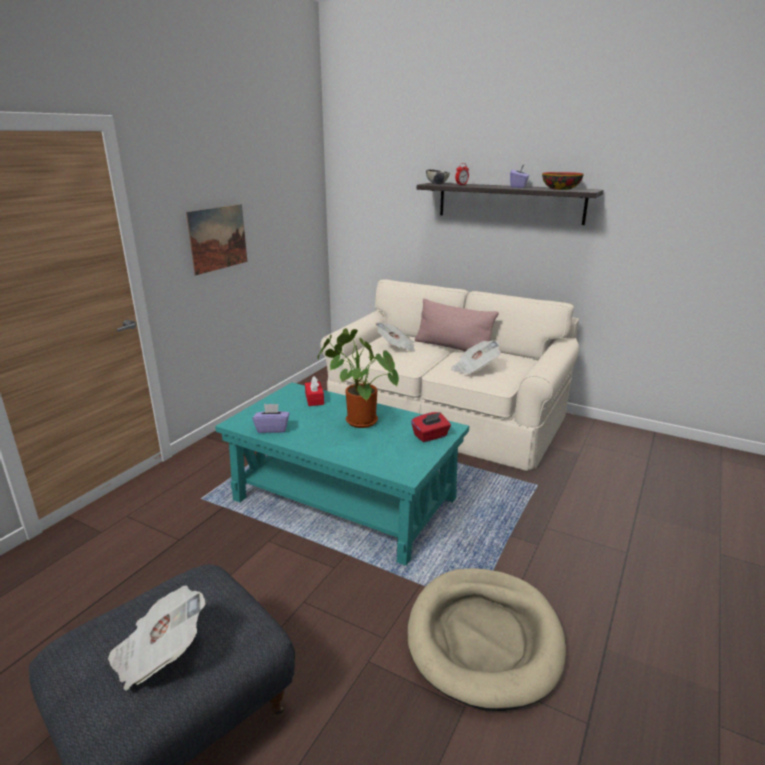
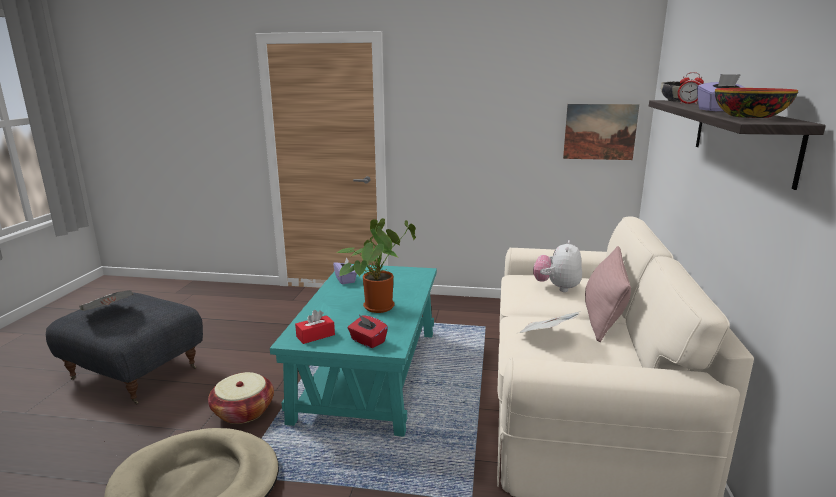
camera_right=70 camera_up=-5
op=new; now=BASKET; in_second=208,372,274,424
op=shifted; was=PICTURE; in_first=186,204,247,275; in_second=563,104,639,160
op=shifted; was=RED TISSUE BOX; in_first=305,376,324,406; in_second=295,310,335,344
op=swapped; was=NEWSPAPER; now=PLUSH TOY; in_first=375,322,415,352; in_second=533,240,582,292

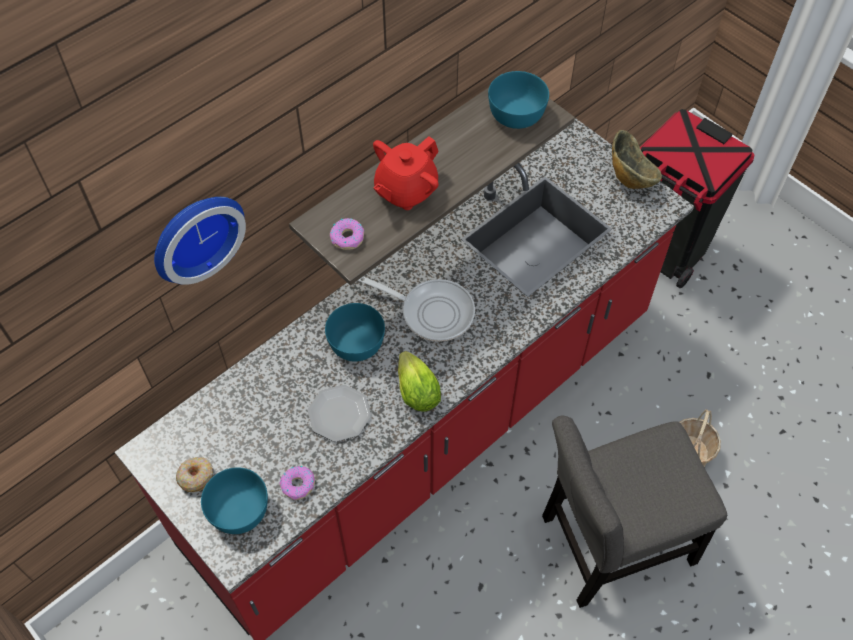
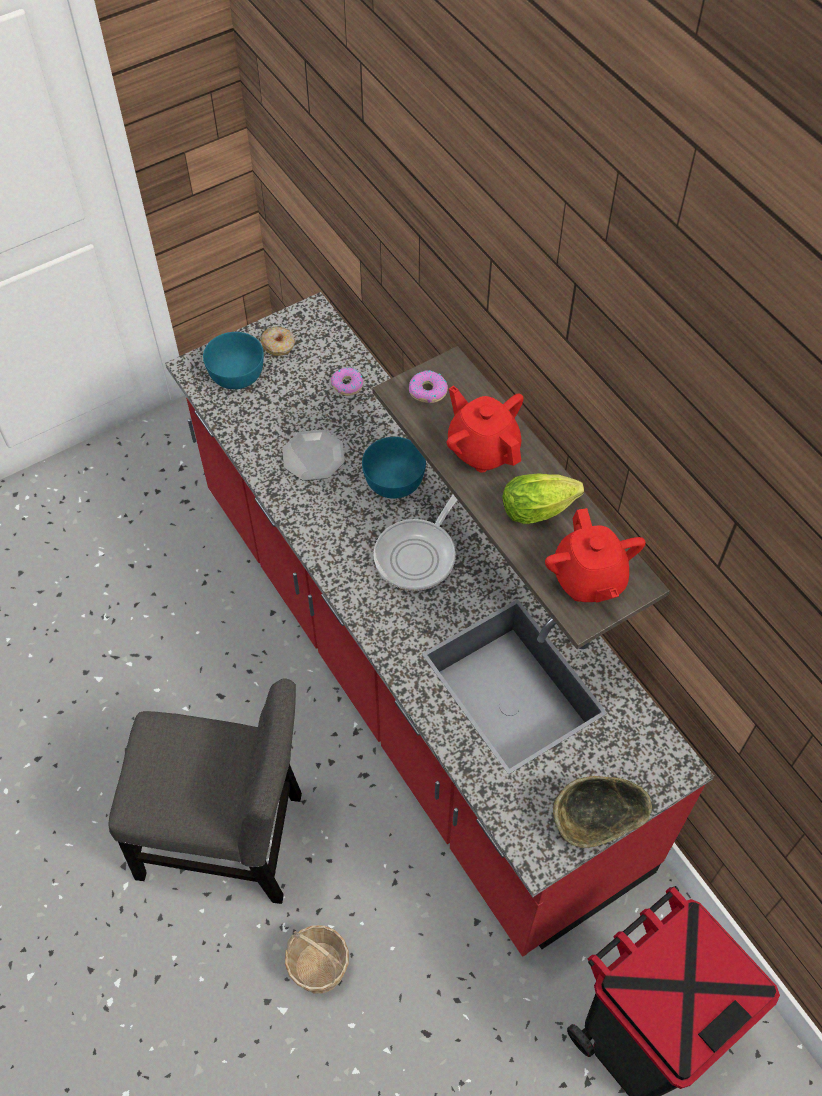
camera_right=100 camera_up=0
op=gone; was=WALL CLOCK; in_first=154,197,246,285
op=shifted; was=DONUT; in_first=279,466,315,500; in_second=331,367,363,396
op=shifted; was=LETTUCE; in_first=398,351,441,412; in_second=503,473,584,524
op=swapped; was=TURQUOISE BOWL; now=RED TEAPOT; in_first=488,71,549,129; in_second=545,508,646,603
op=rotated; was=GREY CHAIR; in_first=542,416,727,608; in_second=108,678,302,904; clockwise=105

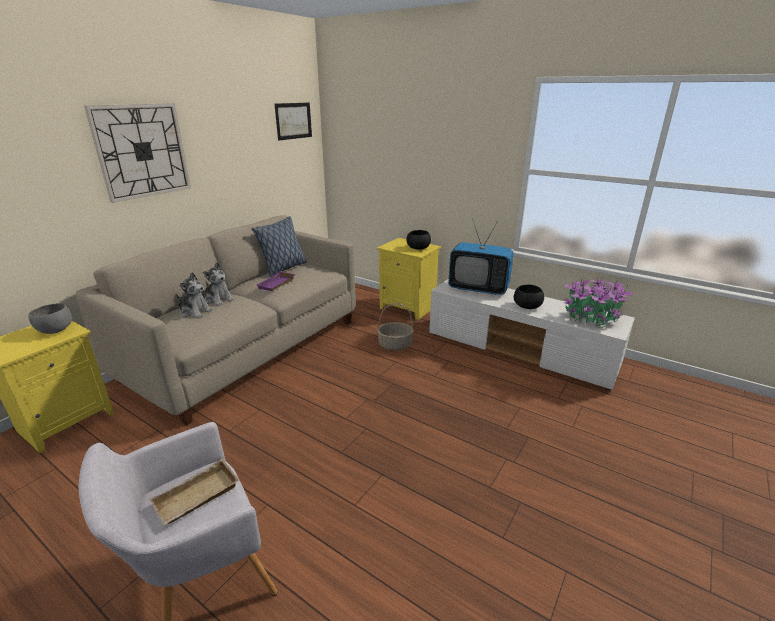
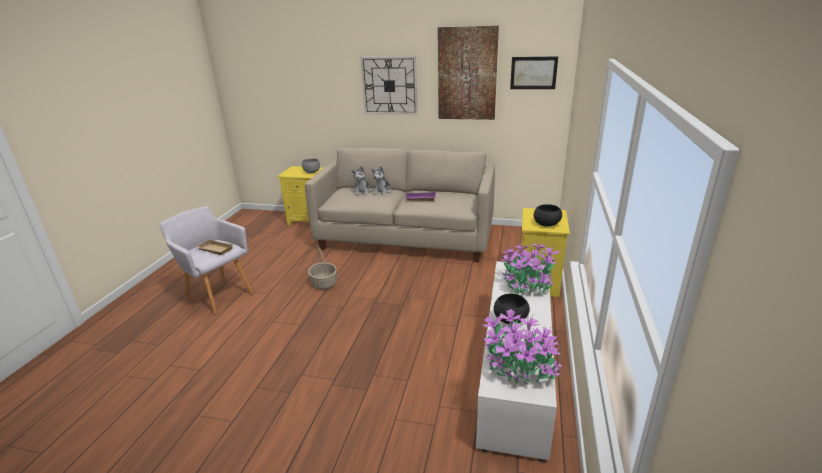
camera_right=70 camera_up=0
op=gone; was=PILLOW; in_first=251,216,307,277
op=new; now=PICTURE; in_second=438,26,499,120
op=shifted; was=BASKET; in_first=377,303,414,351; in_second=308,245,337,290
op=swapped; was=TELEVISION; now=POTTED PLANT; in_first=448,218,514,295; in_second=501,241,560,295

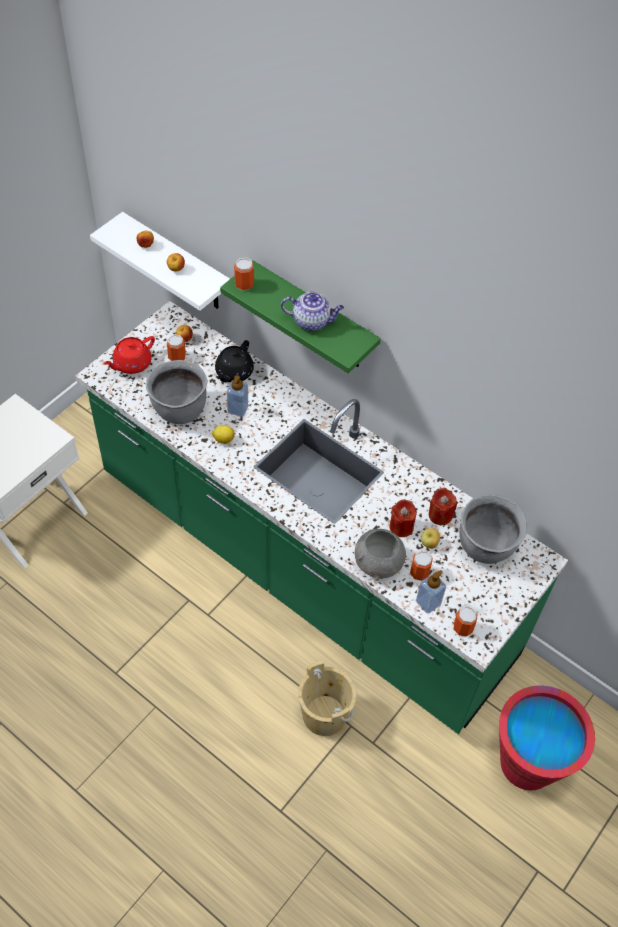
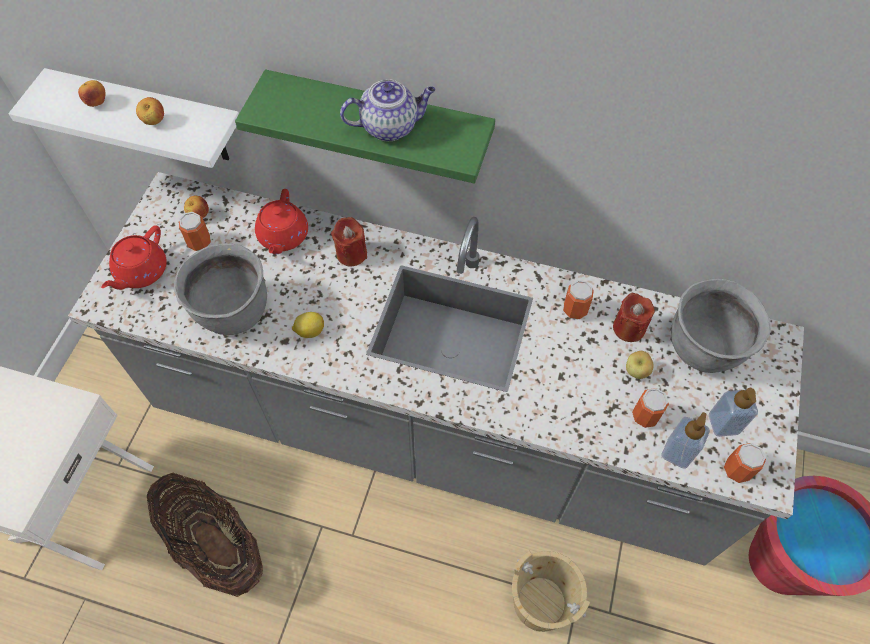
camera_right=-20 camera_up=5
op=gone; was=GREY BOWL; in_first=355,529,406,581
op=new; now=BASKET; in_second=147,473,263,597
op=shifted; was=SOAP DISPENSER; in_first=227,375,248,417; in_second=709,388,758,437
op=shifted; was=CAN; in_first=234,258,254,291; in_second=563,280,594,319
op=shifted; was=RED CANDLE; in_first=389,500,417,537; in_second=331,217,367,266
op=repainted; was=GREEN COUNTER; now=GREY COUNTER; in_first=75,301,568,734; in_second=68,172,804,566
op=repainted; was=BLACK TEAPOT; now=RED TEAPOT; in_first=215,340,254,382; in_second=255,189,308,254

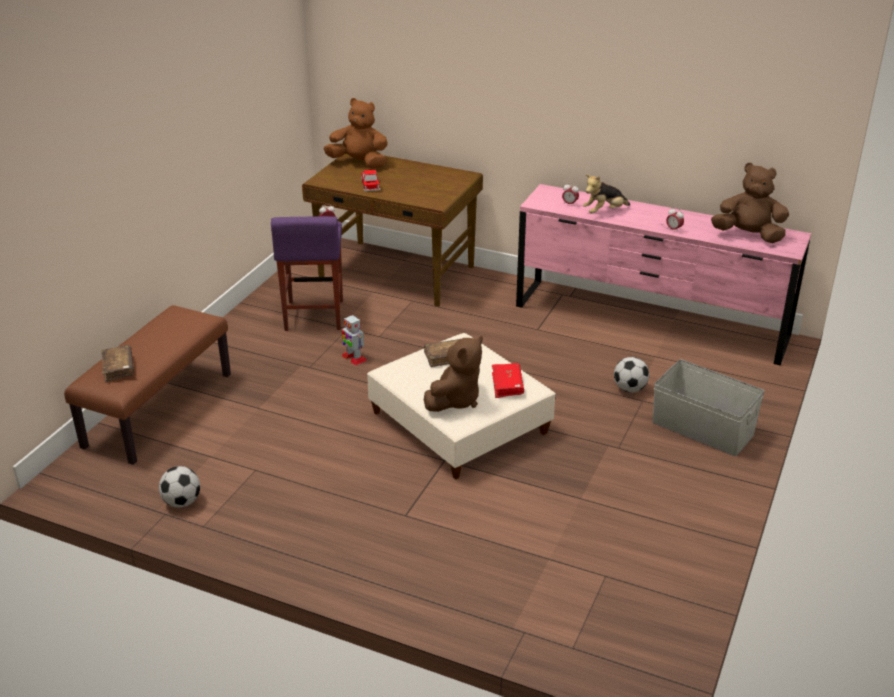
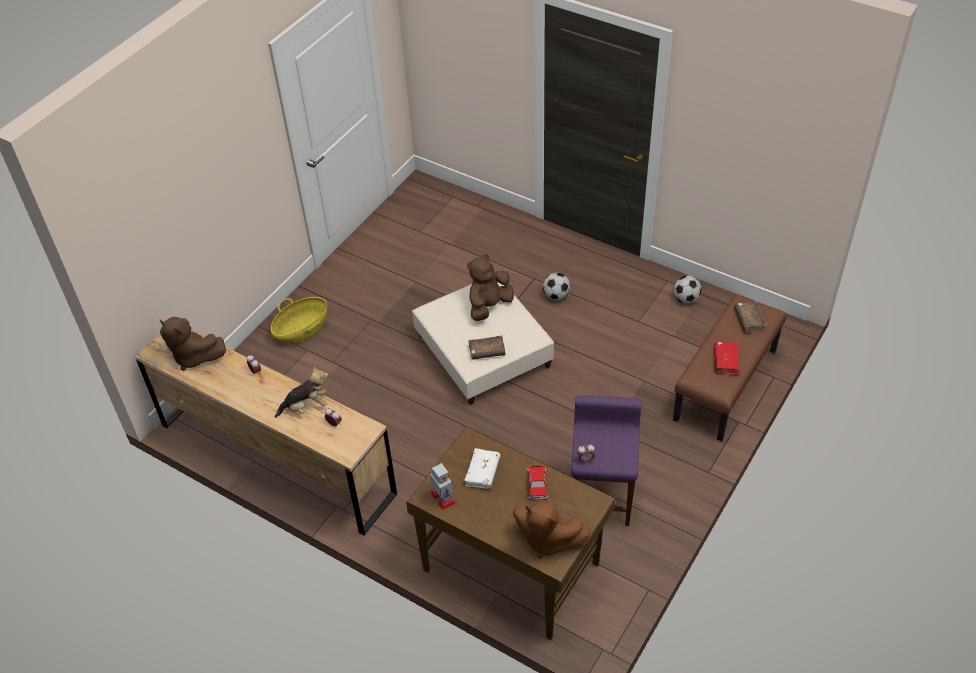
camera_right=-170 camera_up=15
op=new; now=WHITE BOOK; in_second=464,448,501,489
op=shifted; was=TOY ROBOT; in_first=341,314,367,366; in_second=430,463,456,510
op=shifted; was=RED BOOK; in_first=492,363,524,398; in_second=714,341,740,376
op=shifted; was=FOOTBALL; in_first=614,357,649,393; in_second=543,273,570,301
op=swapped; was=GREY STORAGE BOX; now=BASKET; in_first=653,359,765,456; in_second=271,297,327,344
op=repainted; was=PINK DRESSER; now=BROWN DRESSER; in_first=516,184,811,366; in_second=135,330,397,536

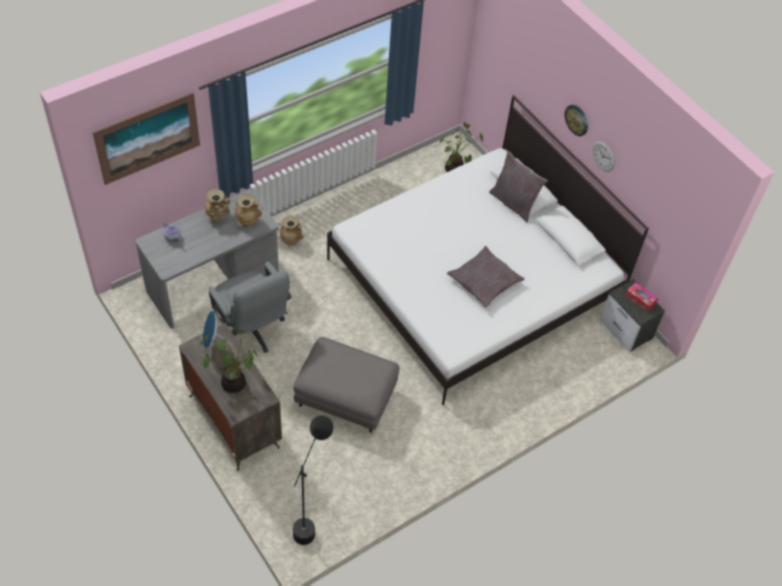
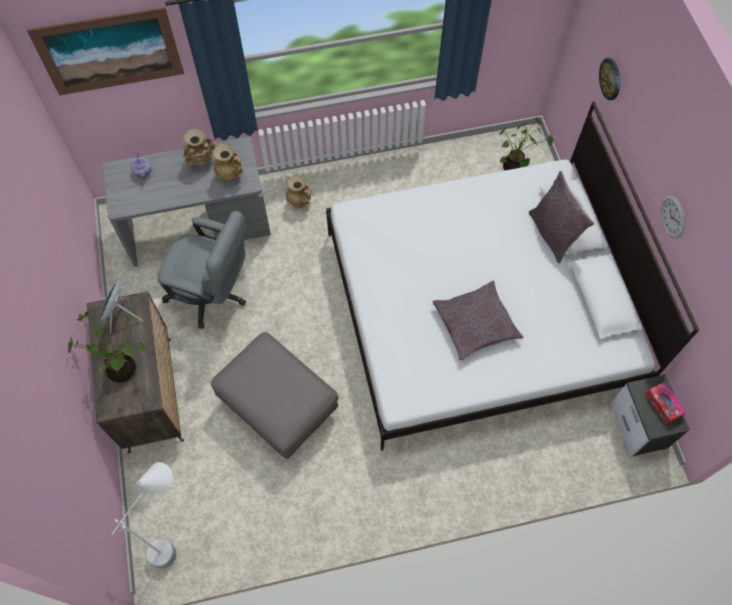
camera_right=25 camera_up=10
op=shifted; was=WALL CLOCK; in_first=564,105,588,136; in_second=599,58,620,100
op=repainted; was=BLACK FLOOR LAMP; now=WHITE FLOOR LAMP; in_first=293,416,333,545; in_second=111,462,176,569
op=rotated; was=GREY OFFICE CHAIR; in_first=209,262,292,353; in_second=157,211,247,329; clockwise=-60

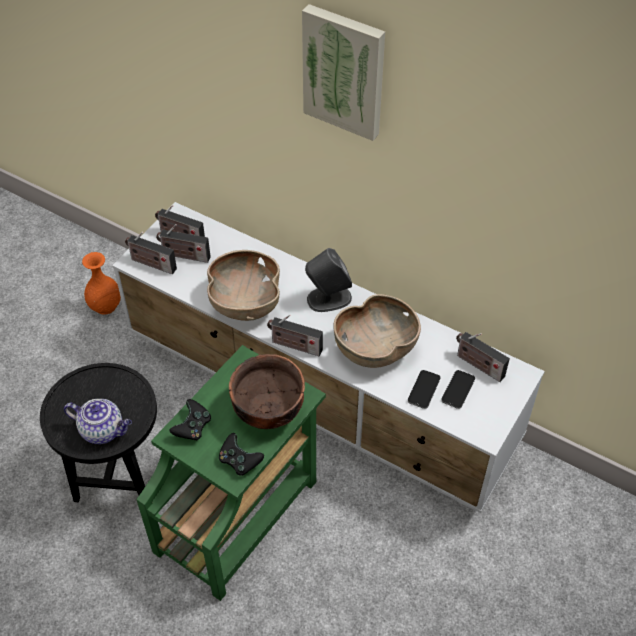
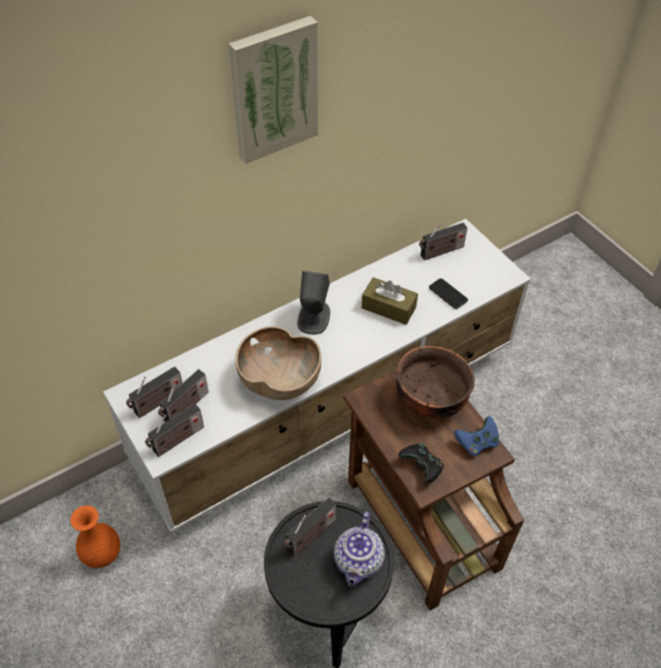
camera_right=-65 camera_up=0
op=gone; was=PHONE; in_first=441,370,475,409
op=shifted; was=RADIO; in_first=267,315,323,356; in_second=283,497,336,557
op=swapped; was=BROWN BOWL; now=BROWN TISSUE BOX; in_first=334,294,421,368; in_second=362,277,418,325
op=repainted; was=GREEN SIDE TABLE; now=BROWN SIDE TABLE; in_first=136,345,326,601; in_second=343,366,524,611
op=repainted; was=BLACK GAME CONTROLLER; now=BLUE GAME CONTROLLER; in_first=219,433,264,476; in_second=454,416,499,456
op=rotated; was=TEAPOT; in_first=64,399,132,444; in_second=334,512,385,587; clockwise=150

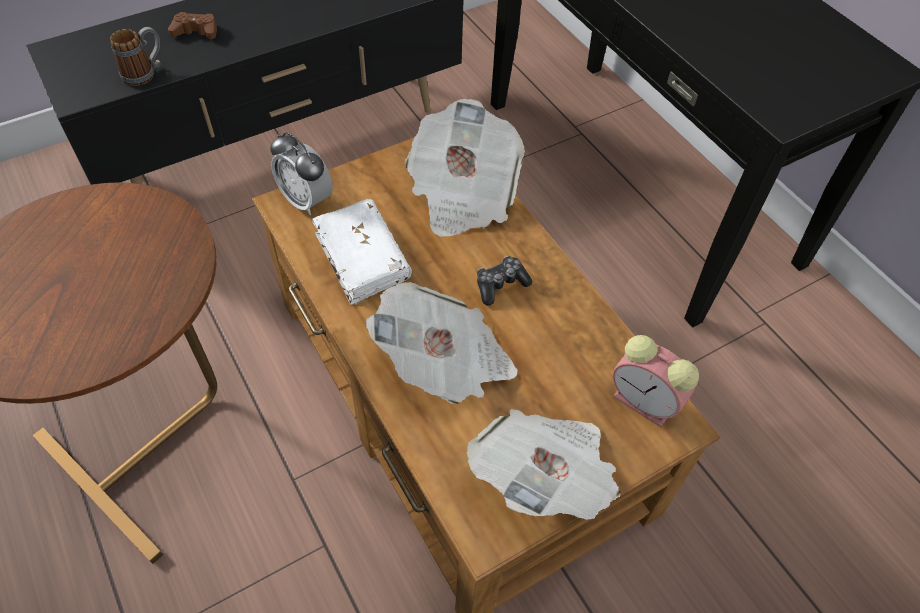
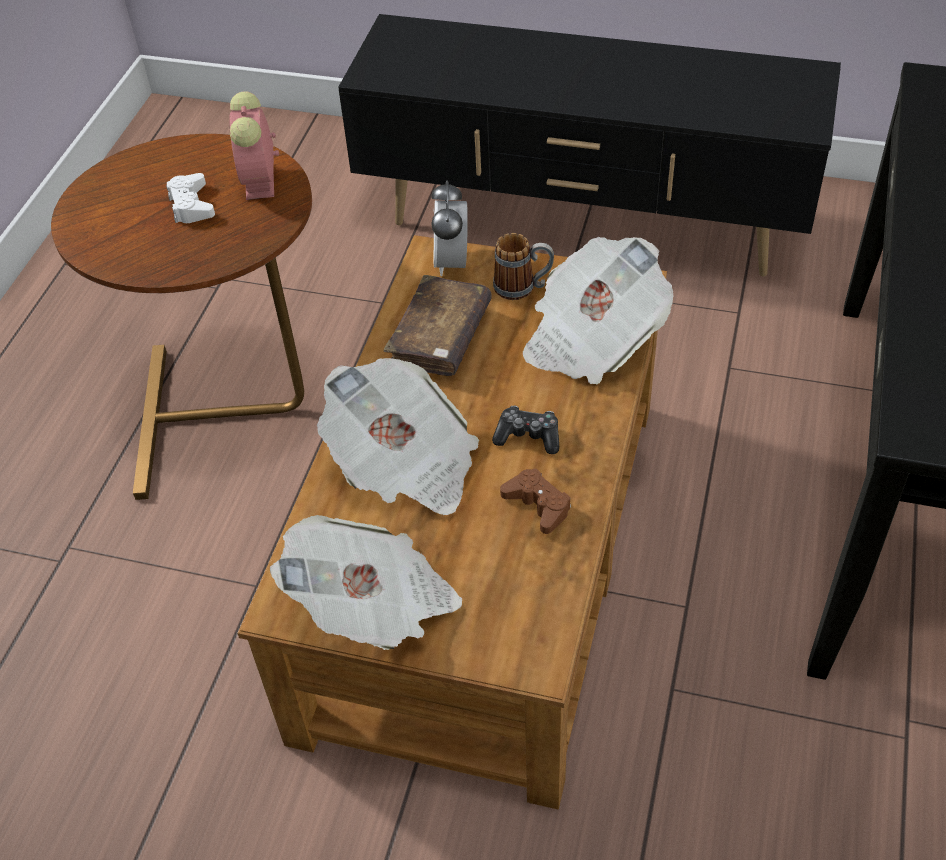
camera_right=50 camera_up=-5
op=new; now=WHITE GAME CONTROLLER; in_second=166,173,215,223
op=shifted; was=MUG; in_first=110,27,160,86; in_second=493,233,554,300
op=shifted; was=BROWN GAME CONTROLLER; in_first=168,12,217,39; in_second=500,468,571,534
op=shifted; was=ALARM CLOCK; in_first=613,335,699,427; in_second=229,92,279,200
op=repainted; was=WHITE BOOK; now=BROWN BOOK; in_first=312,199,412,305; in_second=383,275,492,376

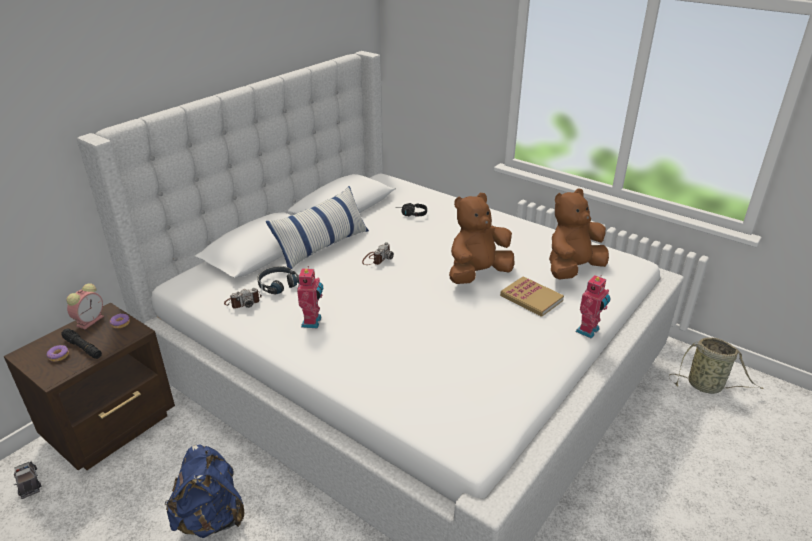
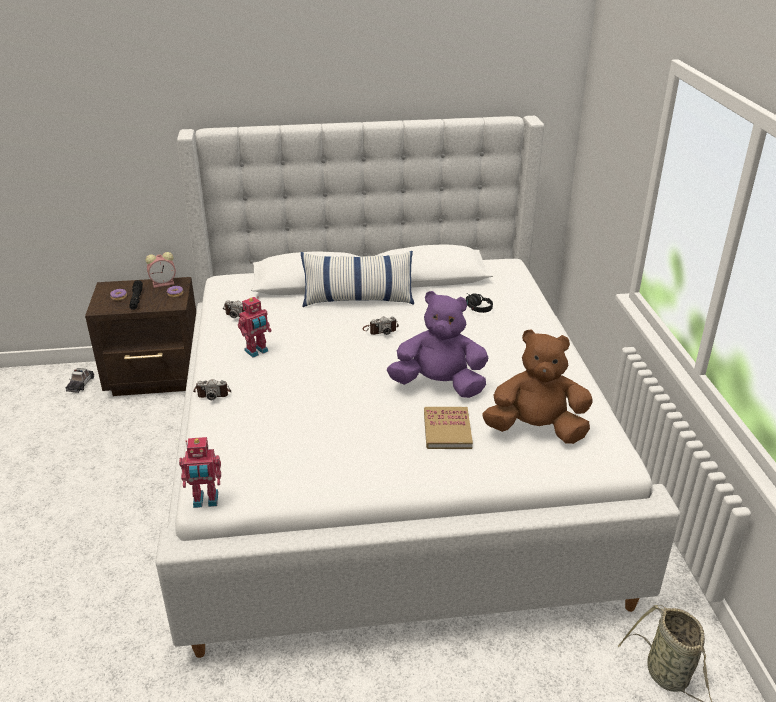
camera_right=45 camera_up=0
op=gone; was=BLUE BACKPACK; in_first=165,444,244,538
op=gone; was=BLACK HEADPHONES; in_first=257,266,299,295
op=new; now=PHOTO CAMERA; in_second=193,379,231,400
op=shifted; was=TOY ROBOT; in_first=576,275,610,339; in_second=179,437,221,508
op=repainted; was=BROWN PLUSH TOY; now=PURPLE PLUSH TOY; in_first=449,193,515,284; in_second=387,291,488,398

